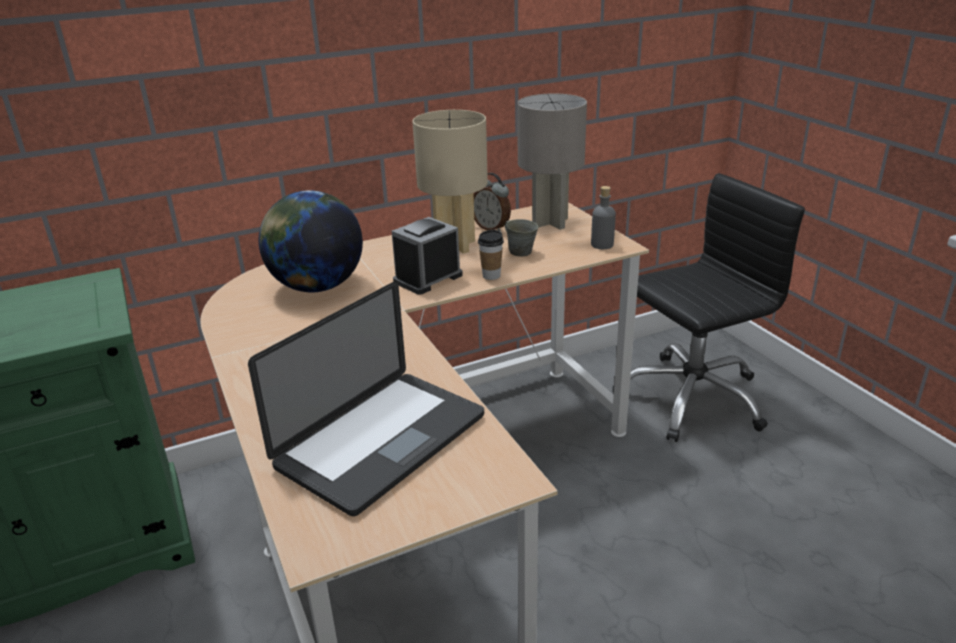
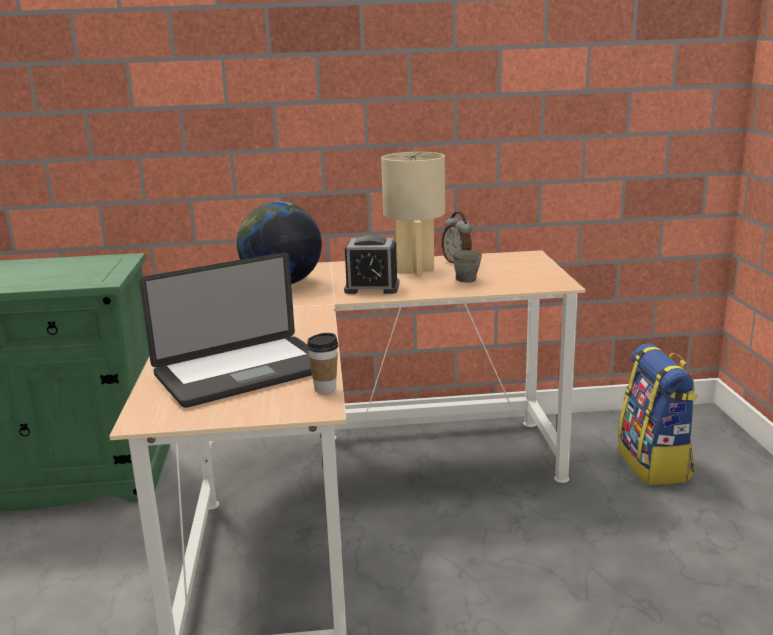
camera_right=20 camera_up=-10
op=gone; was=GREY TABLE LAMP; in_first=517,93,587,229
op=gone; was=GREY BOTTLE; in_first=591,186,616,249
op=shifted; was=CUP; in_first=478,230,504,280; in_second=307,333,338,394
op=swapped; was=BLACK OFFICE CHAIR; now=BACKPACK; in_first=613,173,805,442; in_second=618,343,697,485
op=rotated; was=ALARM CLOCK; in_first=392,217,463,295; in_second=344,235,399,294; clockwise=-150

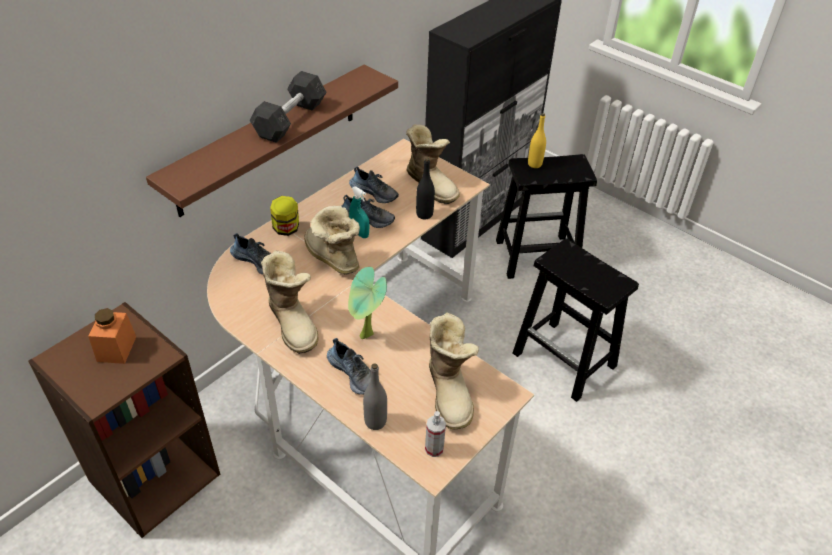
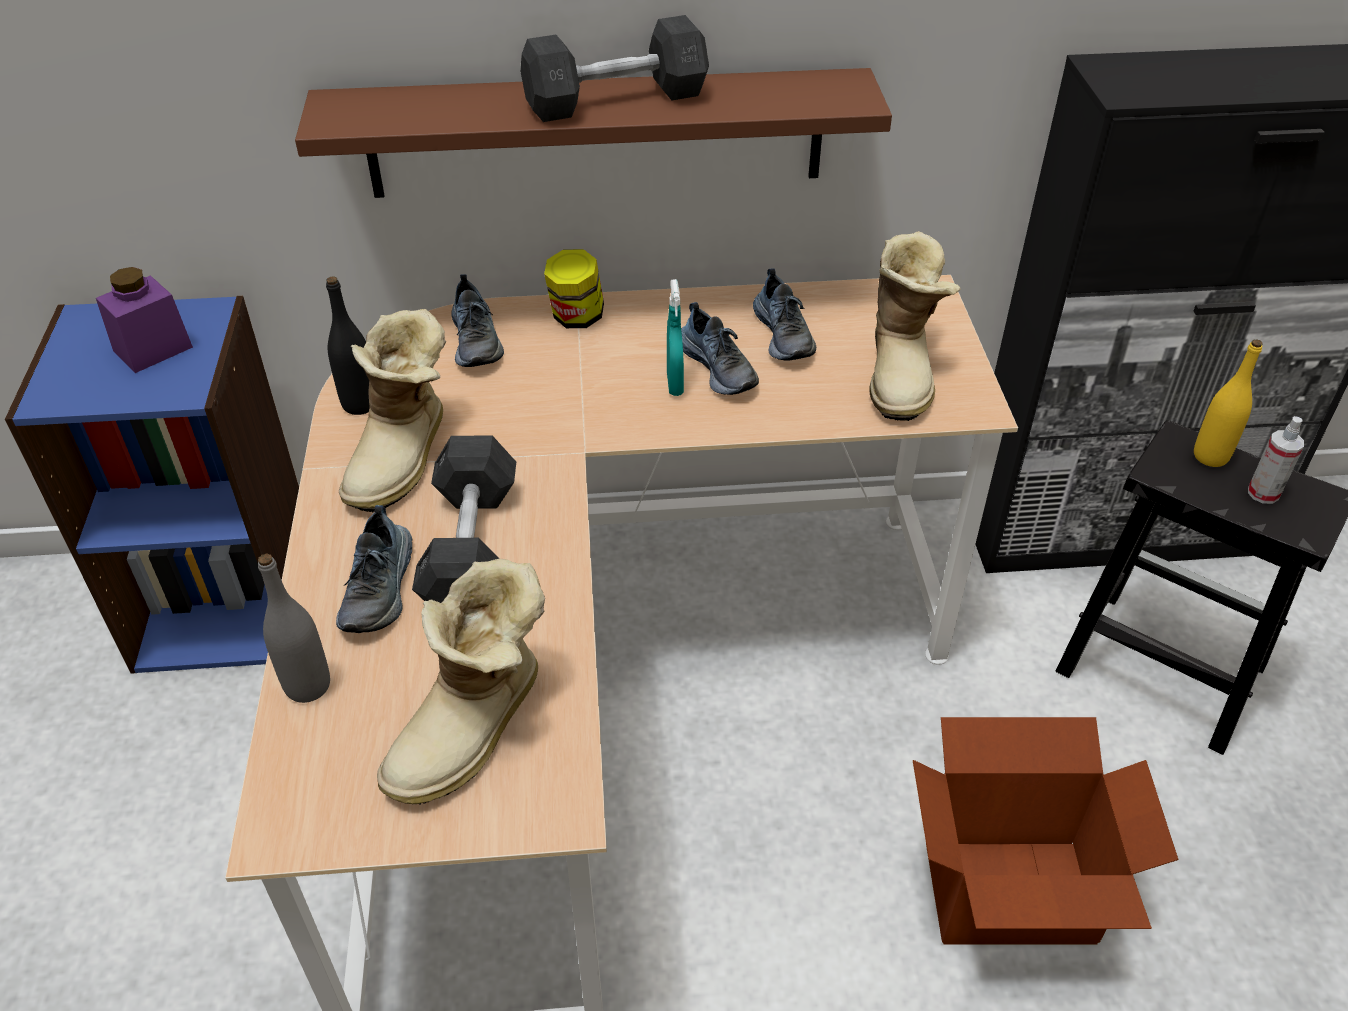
camera_right=45 camera_up=0
op=gone; was=BOOT; in_first=304,206,360,274
op=shifted; was=BLACK BOTTLE; in_first=416,158,435,219; in_second=326,276,370,415
op=shifted; was=SPRAY BOTTLE; in_first=425,411,446,457; in_second=1248,416,1304,504
op=swapped; was=POTTED PLANT; now=GREY DUMBBELL; in_first=348,267,387,339; in_second=412,435,516,603
op=swapped; was=BLACK STOOL; now=CARDBOARD BOX; in_first=513,238,639,402; in_second=913,717,1179,945
op=repainted; was=BROWN BOOKCASE; now=BLUE BOOKCASE; in_first=28,302,220,538; in_second=5,296,299,674
op=repainted; was=ORANGE JAR; now=PURPLE JAR; in_first=88,308,136,364; in_second=96,267,193,373

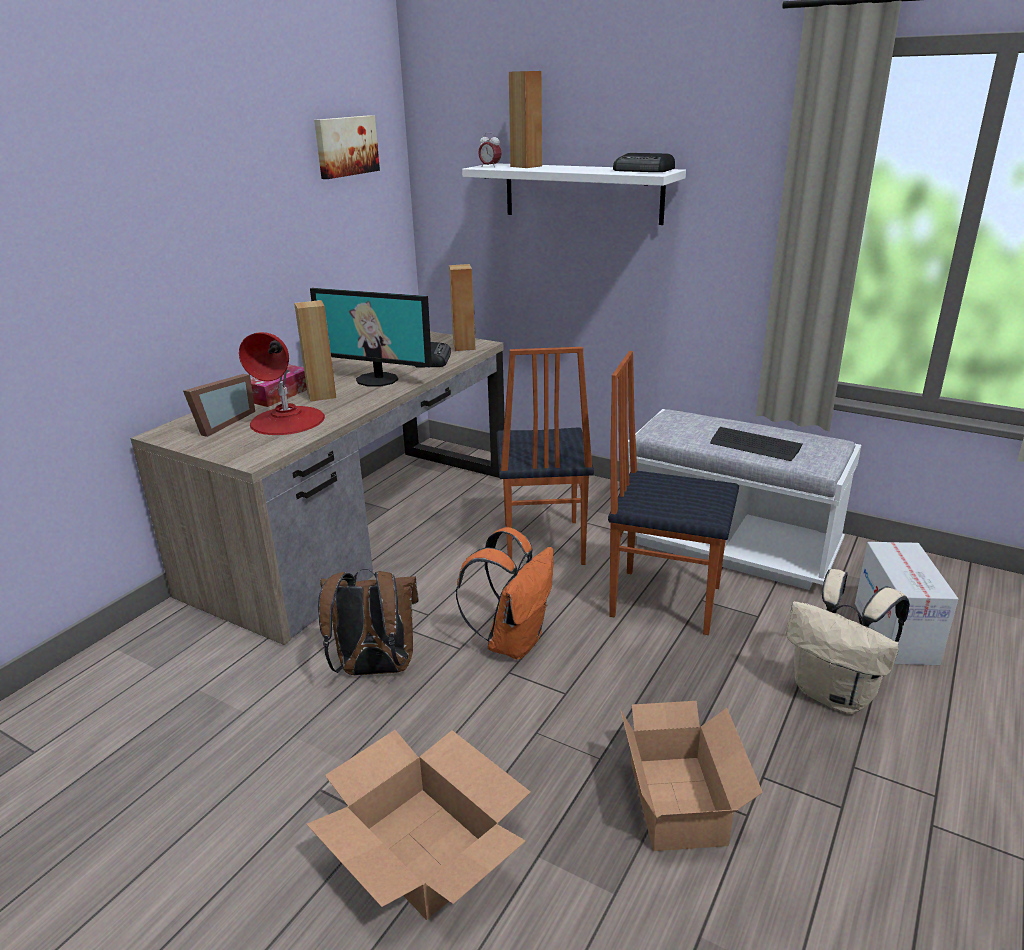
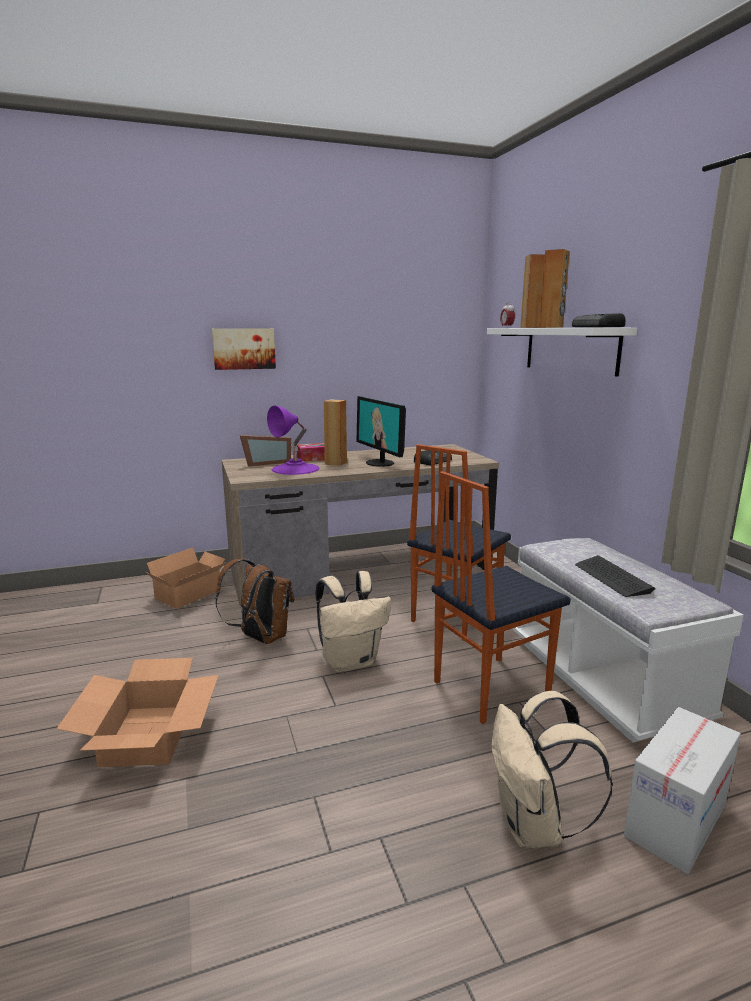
camera_right=40 camera_up=-10
op=shifted; was=PICTURE; in_first=314,115,380,179; in_second=212,328,276,370
op=shifted; was=BROWN SPEAKER; in_first=449,264,476,351; in_second=539,249,570,328
op=shifted; was=CARDBOARD BOX; in_first=620,701,763,851; in_second=146,547,226,609
op=repainted; was=RED TABLE LAMP; now=PURPLE TABLE LAMP; in_first=239,332,325,435; in_second=267,406,320,475
op=repainted; was=ORANGE BACKPACK; now=BEIGE BACKPACK; in_first=456,527,554,660; in_second=315,571,391,672
op=rotated; was=CHAIR; in_first=608,351,739,635; in_second=432,471,571,724; clockwise=-90

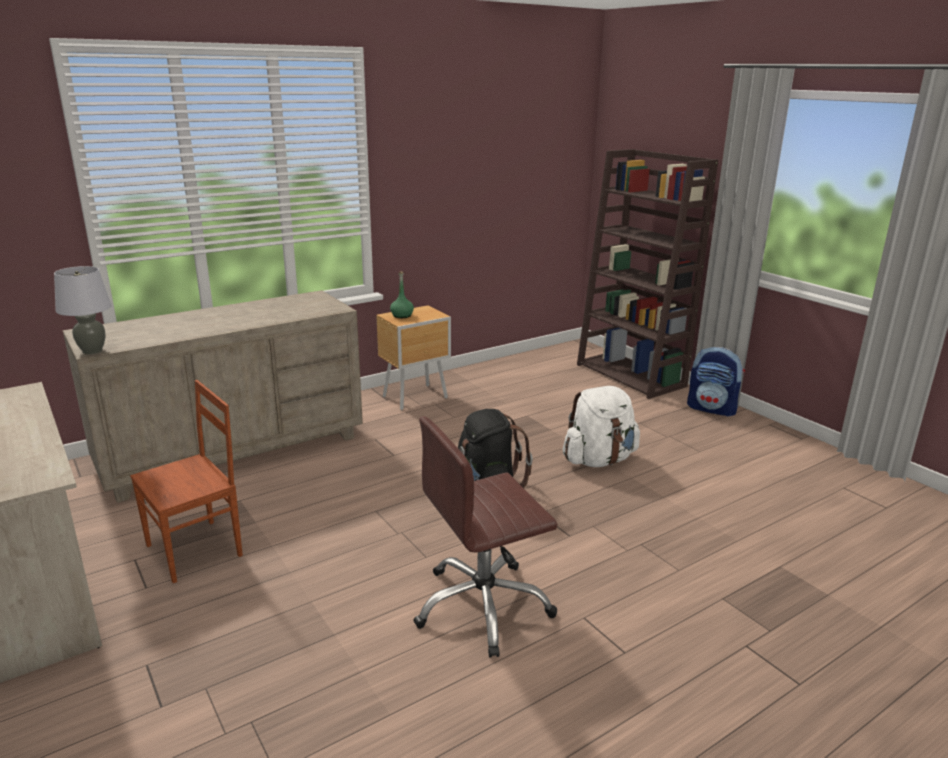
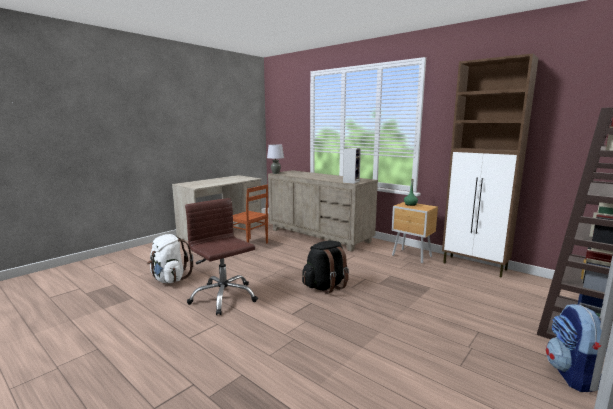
camera_right=75 camera_up=-10
op=new; now=SPEAKER; in_second=343,148,361,184
op=new; now=BROWN CABINET; in_second=442,53,539,278
op=shifted; was=WHITE BACKPACK; in_first=563,386,640,467; in_second=147,234,193,283

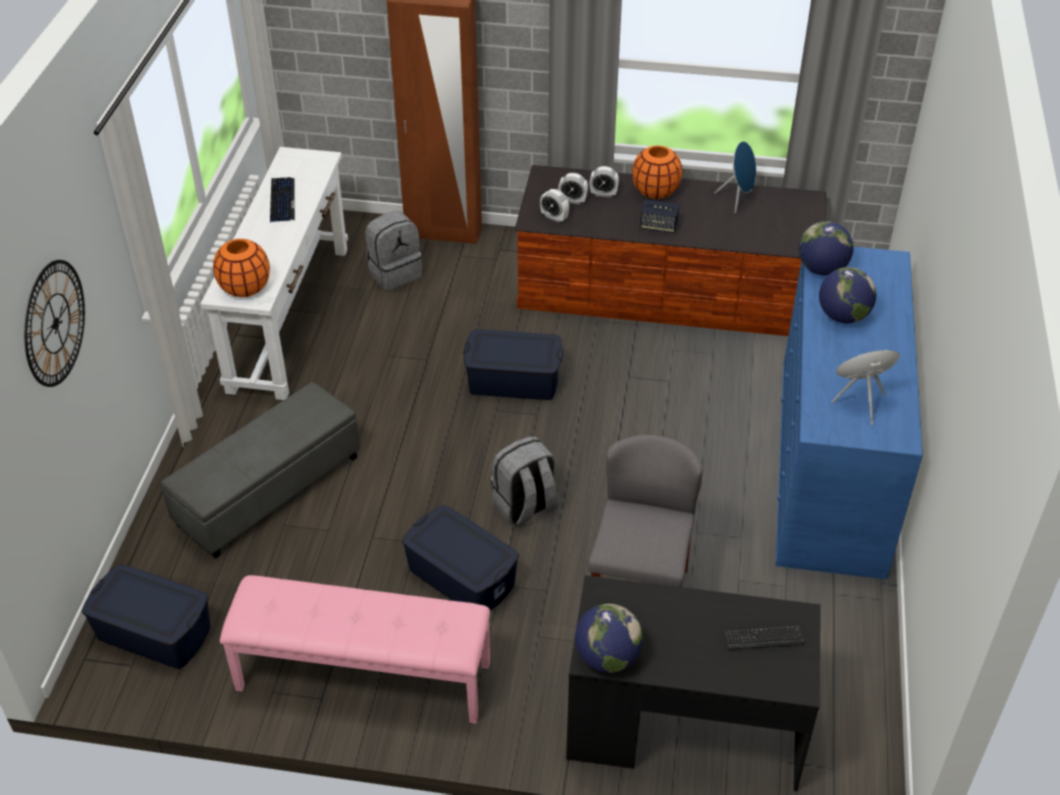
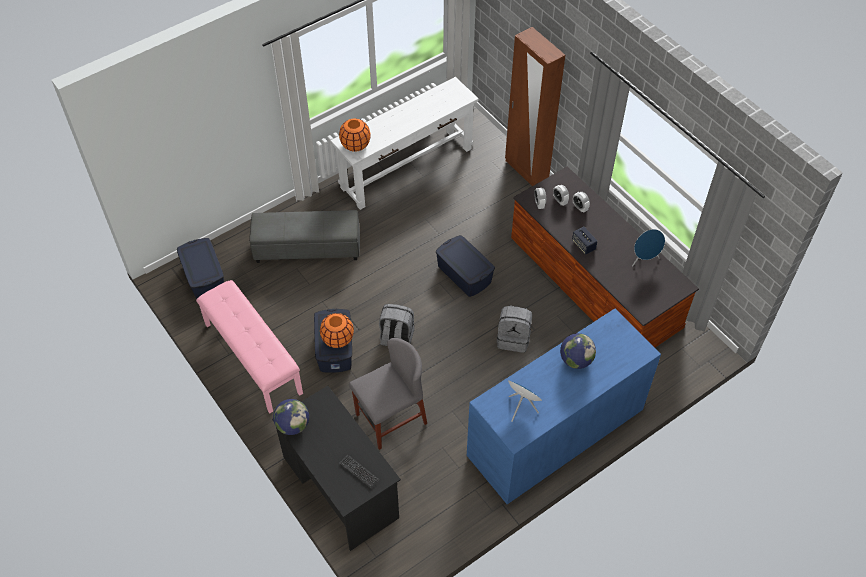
camera_right=45 camera_up=10
op=gone; was=WALL CLOCK; in_first=24,260,85,387
op=gone; was=KEYBOARD; in_first=270,177,295,222
op=gone; was=GLOBE; in_first=798,221,854,276
op=shifted; was=GREY BACKPACK; in_first=365,211,422,290; in_second=497,305,532,353
op=shifted; was=ORANGE VASE; in_first=632,146,682,199; in_second=320,313,354,348

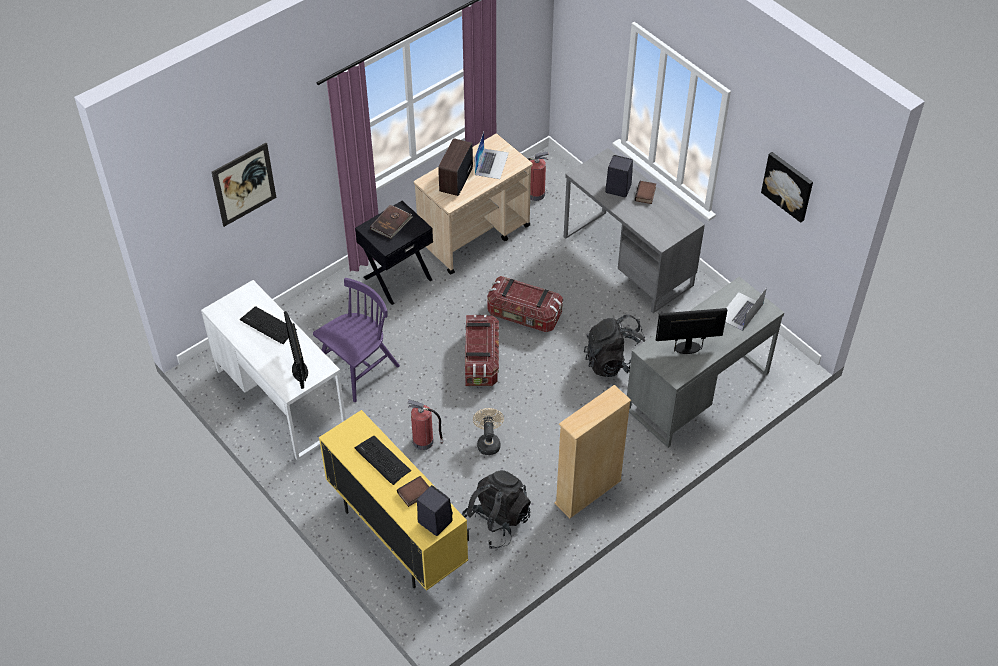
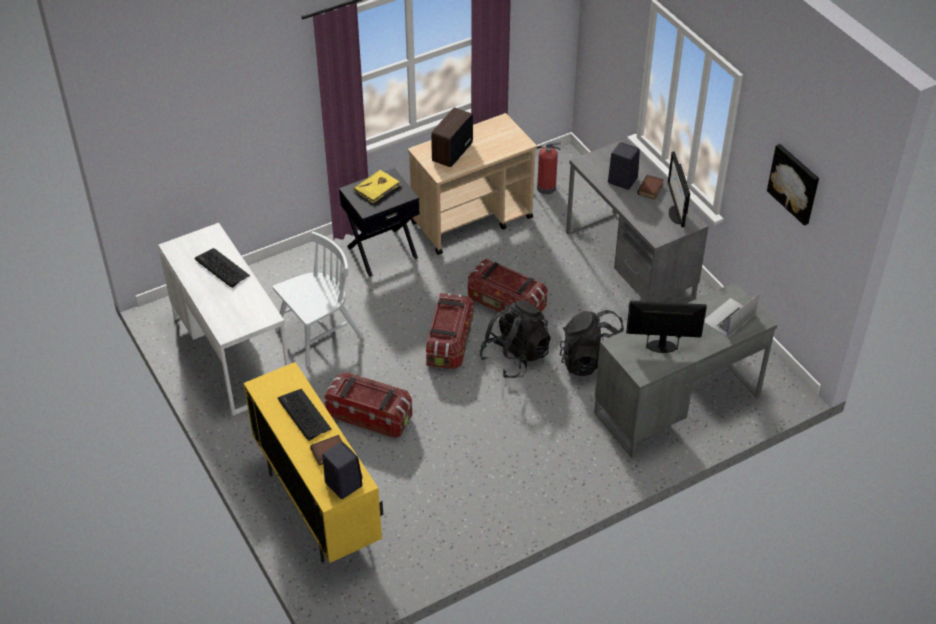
camera_right=10 camera_up=-5
op=gone; was=PICTURE; in_first=212,143,276,227
op=gone; was=BEIGE FAN; in_first=473,408,504,455
op=gone; was=LAPTOP; in_first=475,132,509,179
op=gone; was=BEIGE BOOKCASE; in_first=554,385,631,518
op=shifted; was=MONITOR; in_first=284,311,308,389; in_second=668,151,690,227
op=shifted; was=BLACK BACKPACK; in_first=462,470,531,549; in_second=479,300,551,378
op=swapped; was=FIRE EXTINGUISHER; now=STORAGE BOX; in_first=408,399,444,450; in_second=324,372,412,438
op=repainted; was=PURPLE CHAIR; now=WHITE CHAIR; in_first=313,278,400,402; in_second=273,232,363,367
op=repainted; was=BROWN BOOK; now=YELLOW BOOK; in_first=370,205,413,239; in_second=354,170,401,203

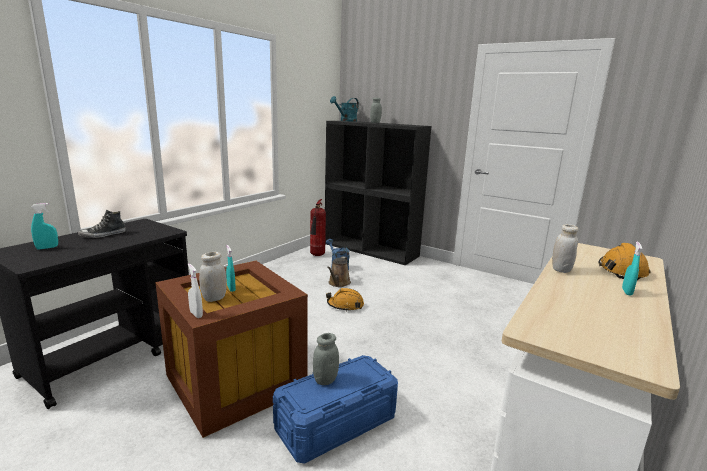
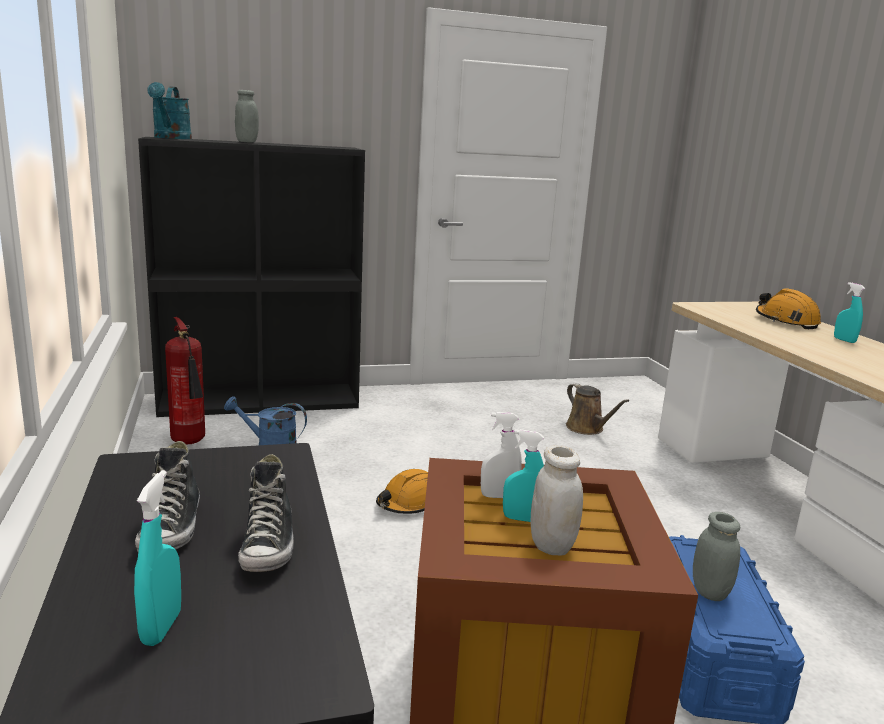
camera_right=-50 camera_up=0
op=gone; was=WHITE JAR; in_first=552,224,578,273
op=new; now=SHOE; in_second=238,454,294,573
op=shifted; was=WHITE SPRAY BOTTLE; in_first=188,264,203,318; in_second=481,412,522,498
op=shifted; was=BROWN WATERING CAN; in_first=327,256,351,287; in_second=566,383,629,435

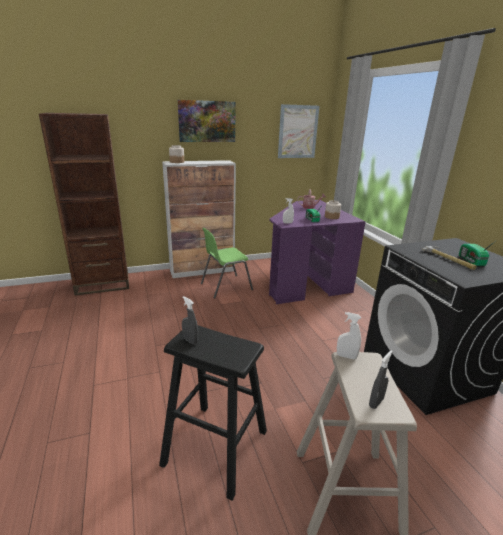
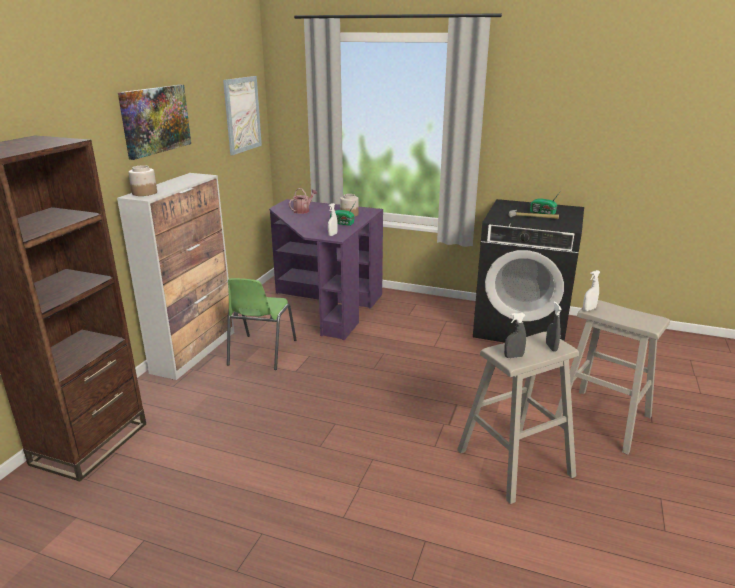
camera_right=-50 camera_up=0
op=shifted; was=GREY SPRAY BOTTLE; in_first=369,350,393,409; in_second=546,302,562,352
op=repainted; was=BLACK STOOL; now=BEIGE STOOL; in_first=159,325,267,501; in_second=457,332,579,504

